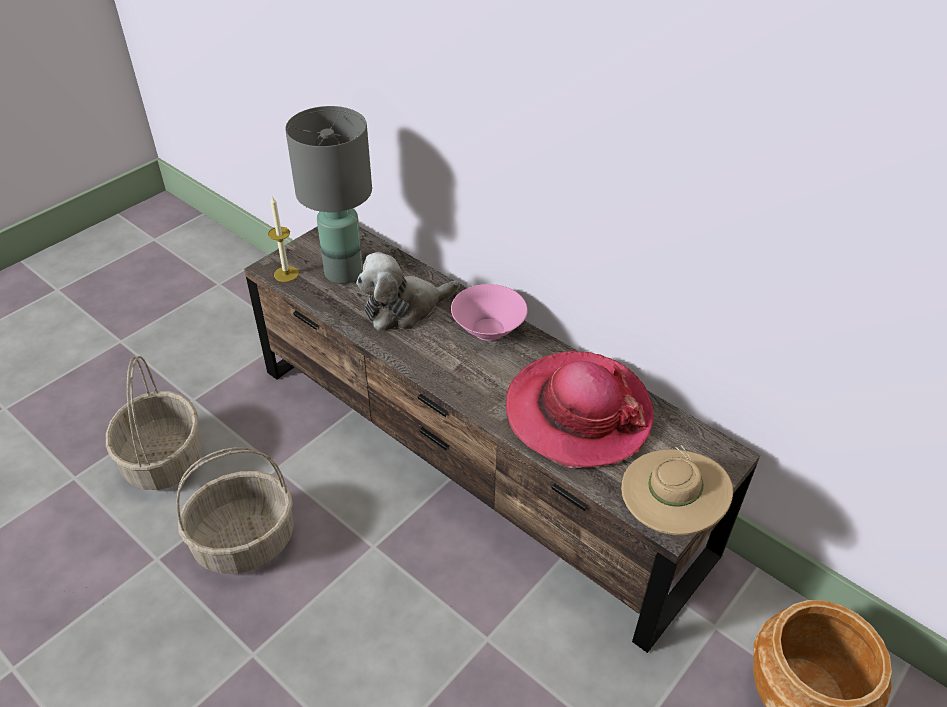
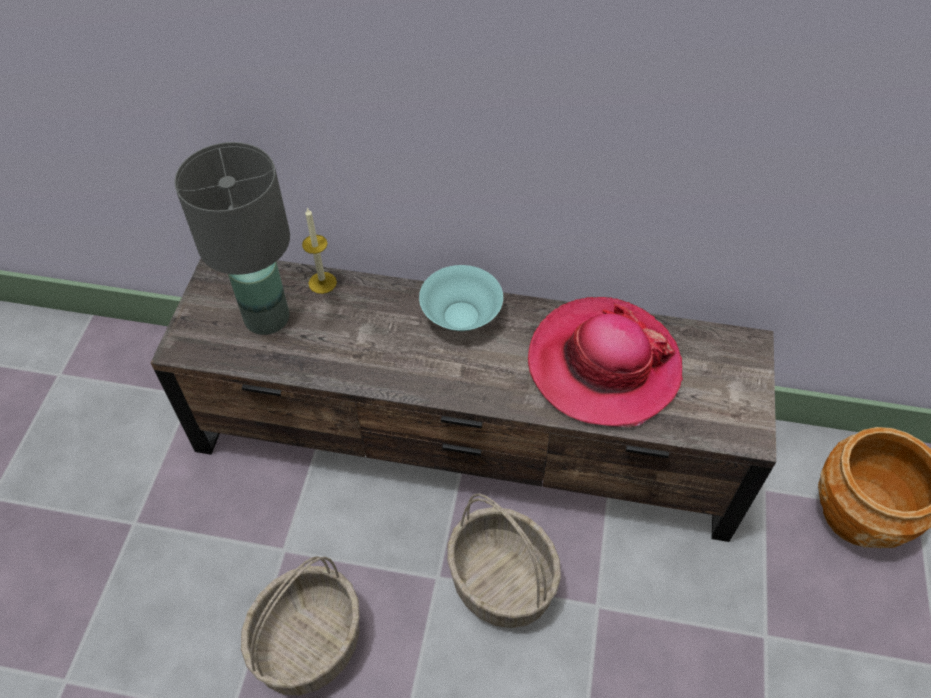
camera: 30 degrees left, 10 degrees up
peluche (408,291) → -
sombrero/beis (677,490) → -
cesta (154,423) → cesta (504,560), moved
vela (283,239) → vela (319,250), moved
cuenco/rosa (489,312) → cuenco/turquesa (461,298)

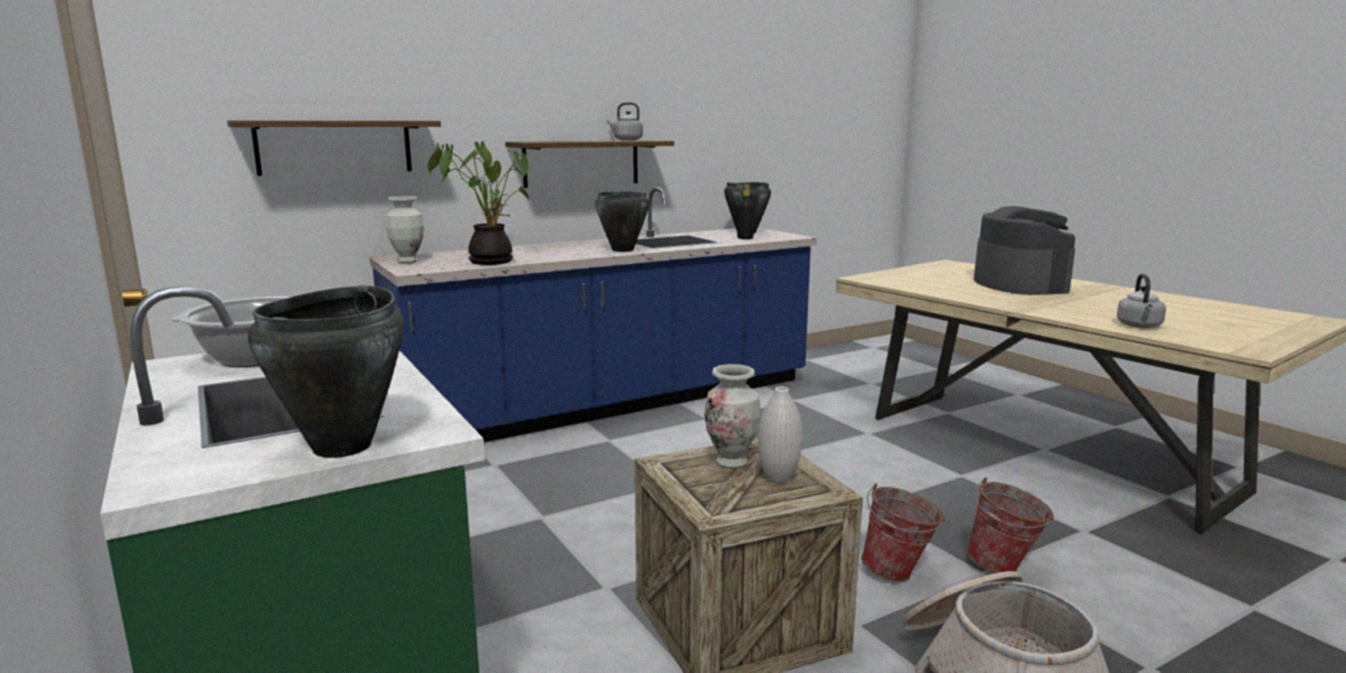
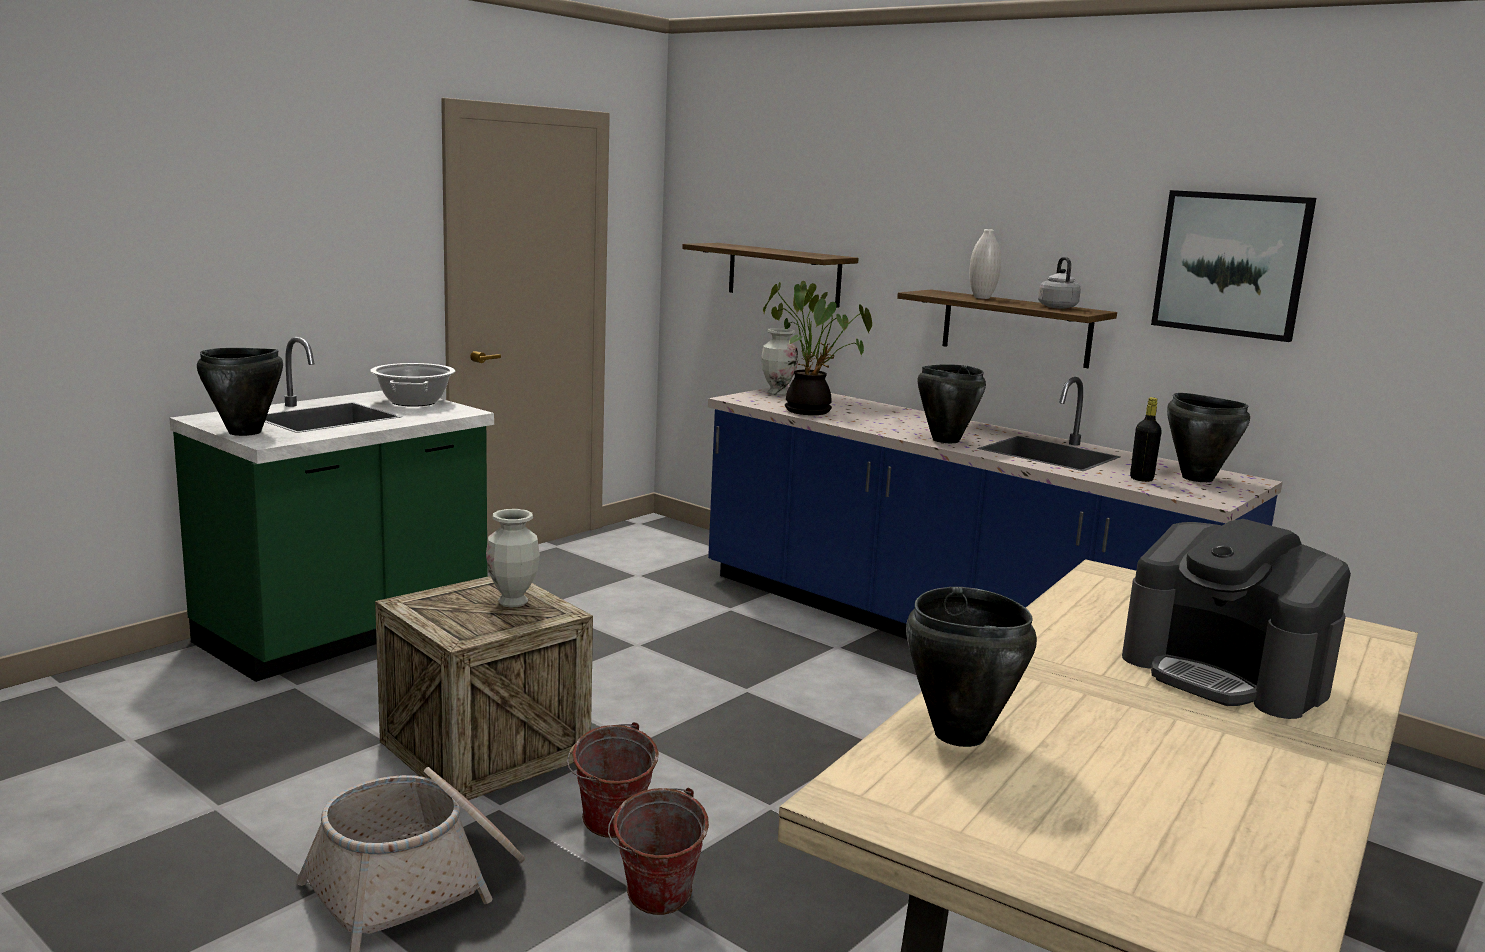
camera: 70 degrees right, 0 degrees up
- → cuadro (1233,266)
florero/blanco (780,435) → florero/blanco (985,264), moved
hervidor/gris (1141,301) → olla/negro (971,667)
cafetera (1024,250) → cafetera (1236,619), 75 degrees clockwise

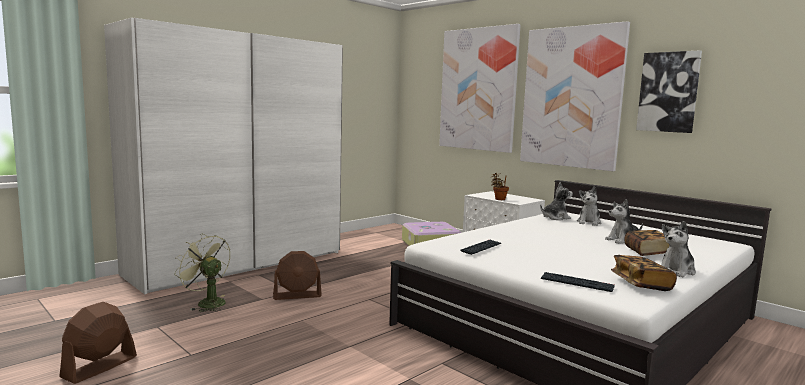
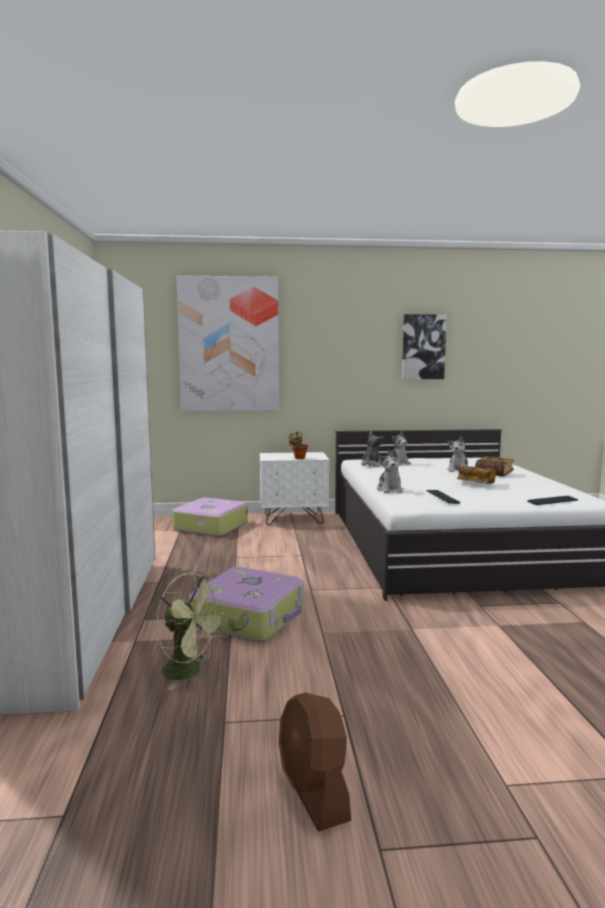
camera: 50 degrees left, 0 degrees up
cuadro (575,96) → -
libro (644,273) → libro (476,475), moved
peluche (678,249) → peluche (390,471), moved
ventilador/marrón (297,275) → maleta (246,604)
ventilador/verde (202,273) → ventilador/verde (191,631), 135 degrees counterclockwise

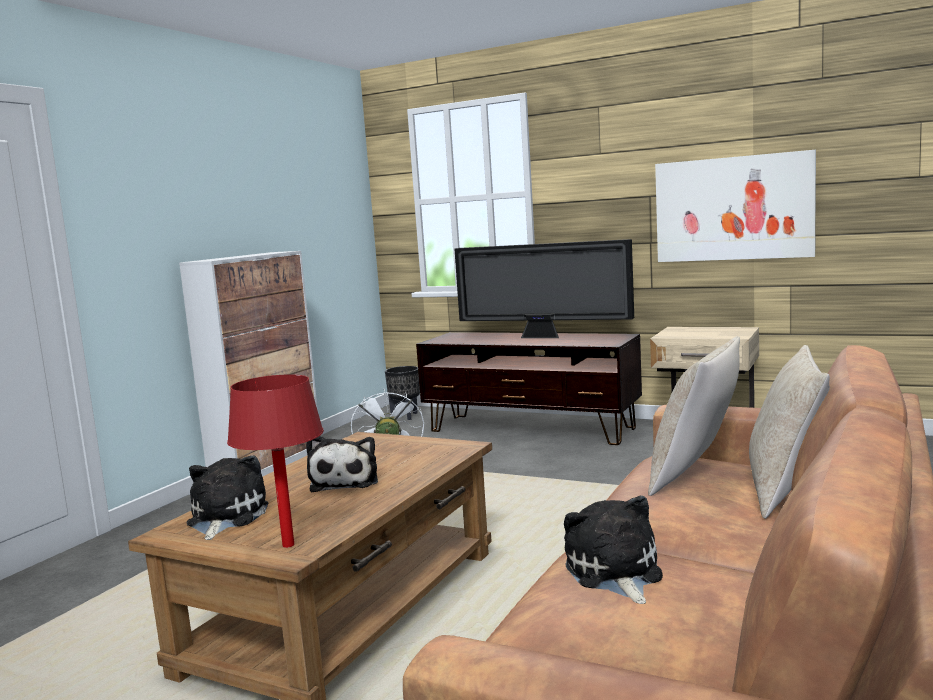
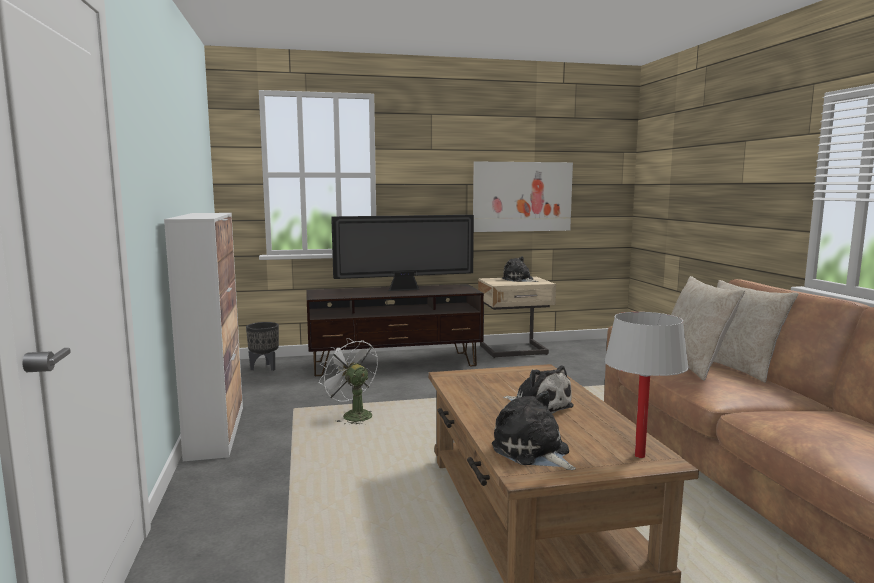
camera: 40 degrees left, 0 degrees up
peluche (613,550) → peluche (520,269), moved
lámpara de mesa/rojo (275,461) → lámpara de mesa/blanco (646,385)

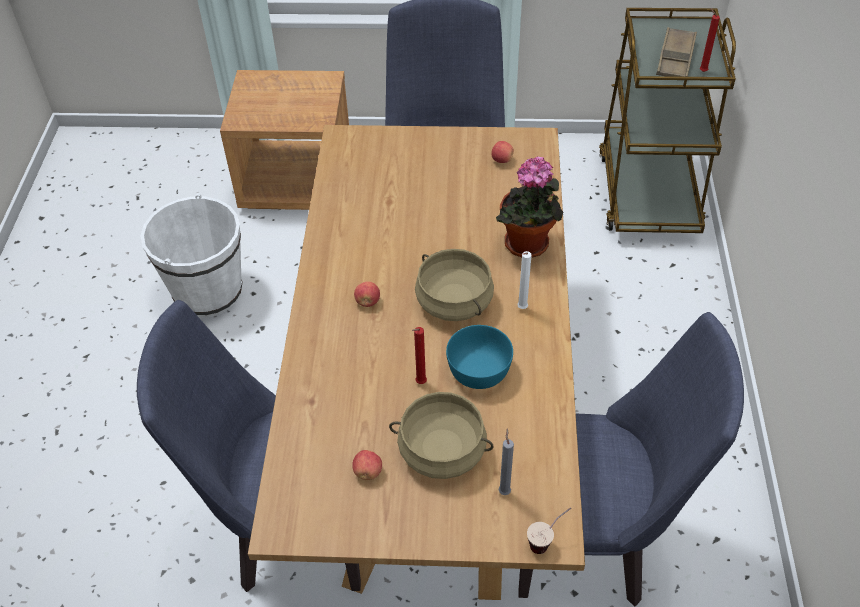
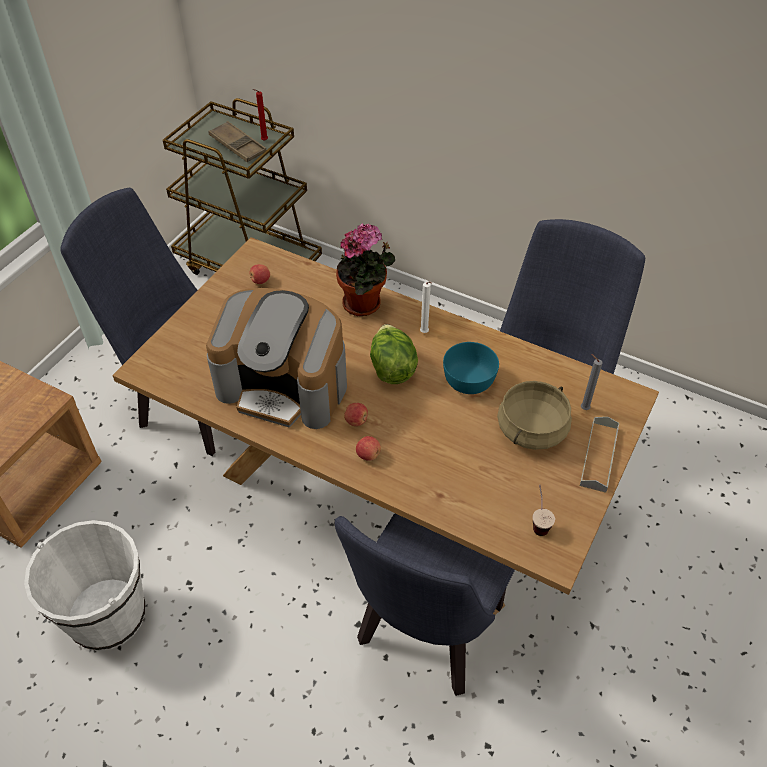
camera: 65 degrees left, 0 degrees up
vela/rojo (419,355) → -
- → cafetera (276,358)
- → bandeja/gris (599,455)
manzana (367,465) → manzana (368,448), moved
taza (549,530) → taza (543,510), moved
olla/beis (454,285) → lechuga (394,354)

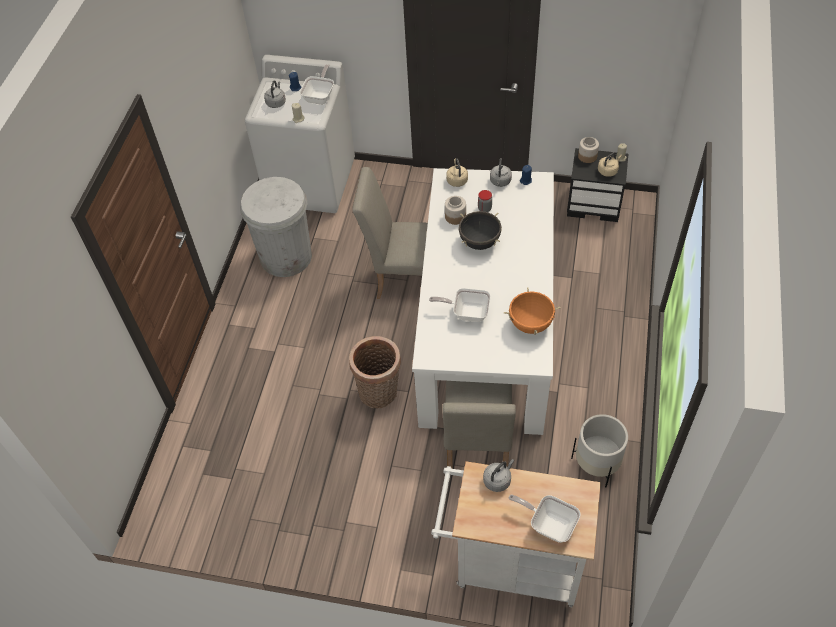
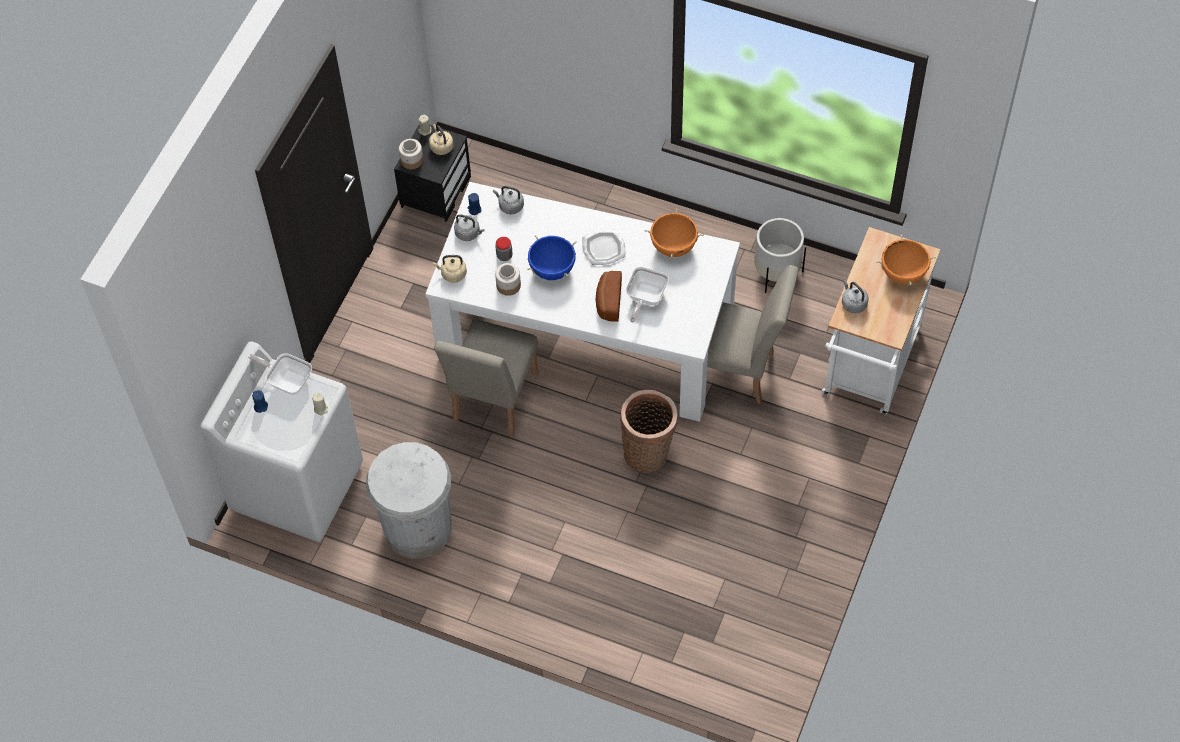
camera: 80 degrees left, 5 degrees up
- → plato (603,247)
- → pan (609,296)
hervidor/gris (275,94) → hervidor/gris (508,200), moved
sartén (545,518) → olla/naranja (906,260)
olla/negro (480,230) → olla/azul (551,257)

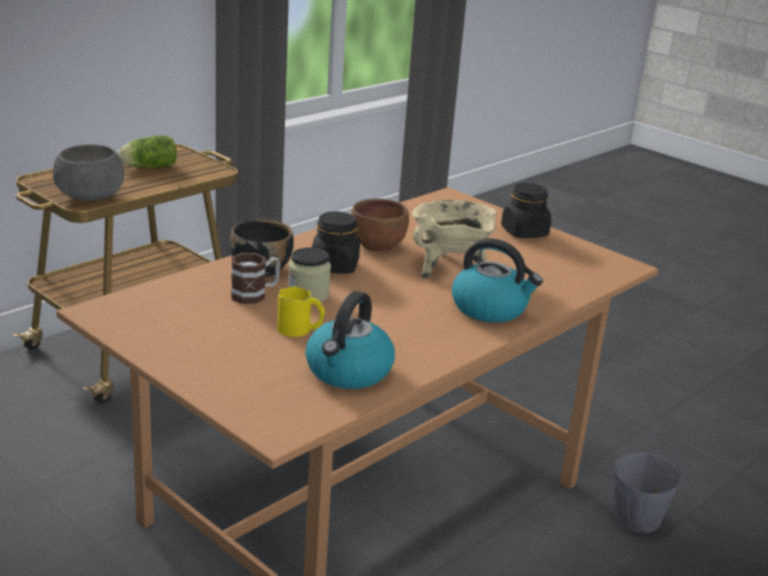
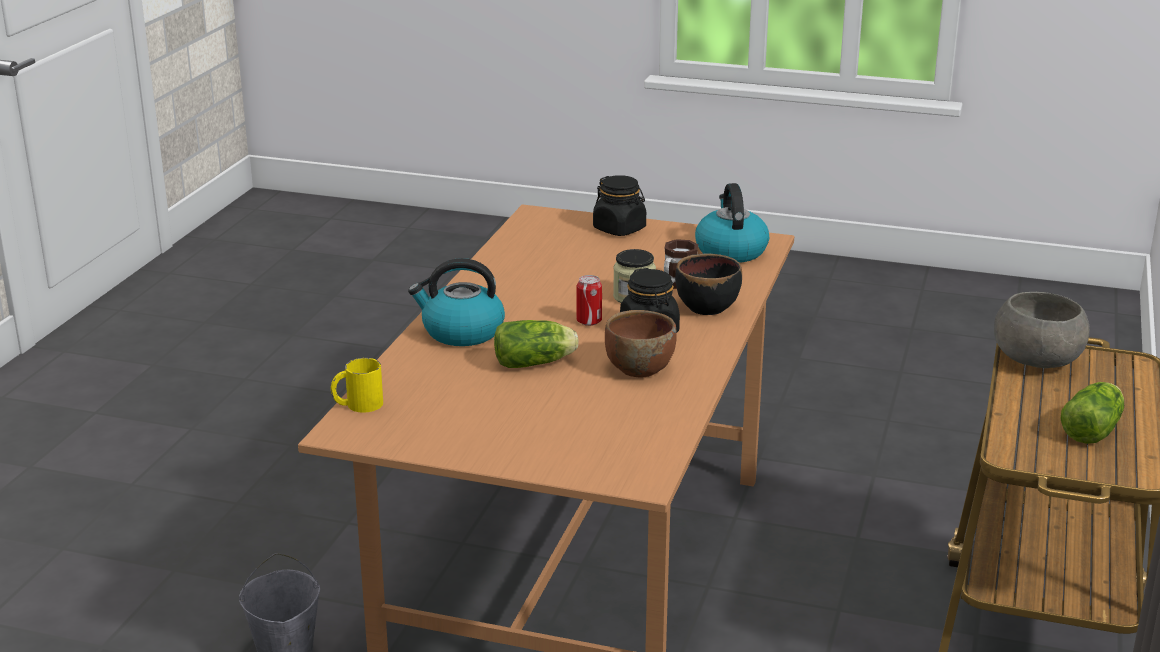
camera: 155 degrees right, 0 degrees up
- → lata (589,300)
taza grande/amarillo (301,311) → taza grande/amarillo (357,385), moved
hervidor (350,340) → hervidor (732,223), moved
tarro/negro (526,210) → tarro/negro (619,205), moved
olla/beis (454,239) → lechuga (536,344)

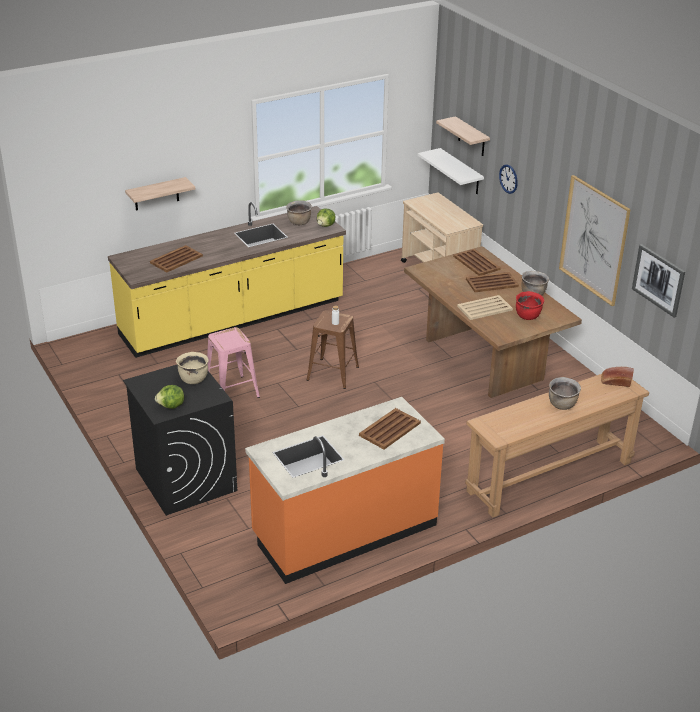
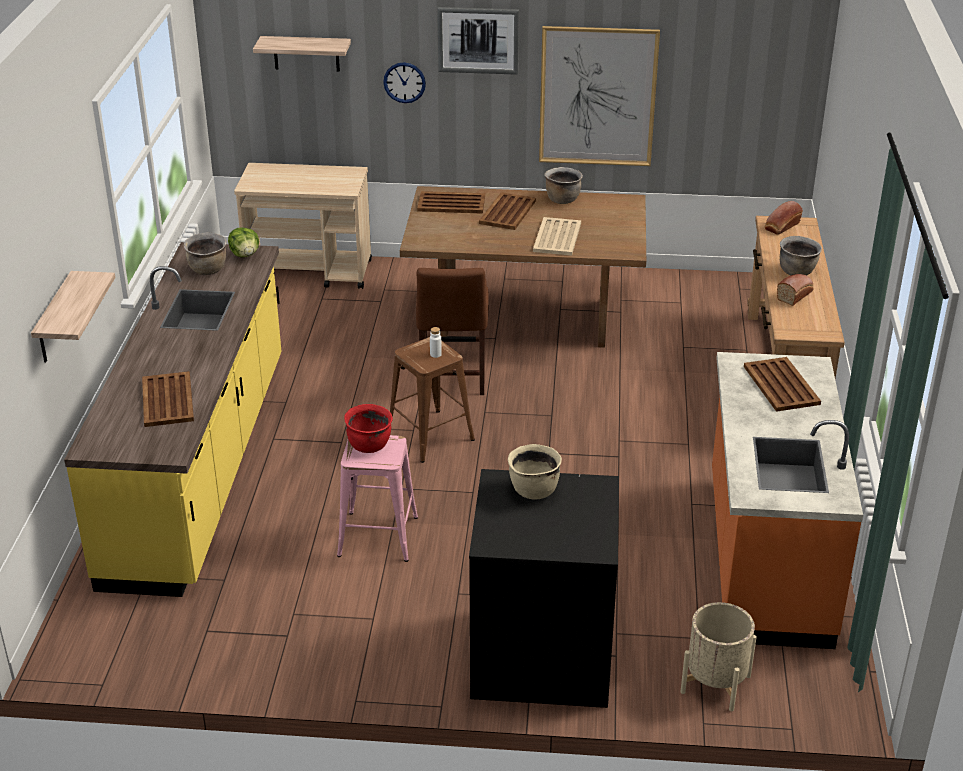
camera: 55 degrees left, 0 degrees up
lechuga (169,397) → -
estante/blanco (451,171) → -
- → silla/marrón (452,331)
- → maceta/beis (719,656)
- → pan (795,290)
olla/rojo (530,305) → olla/rojo (368,428), moved
cuadro (658,281) → cuadro (478,41), moved

